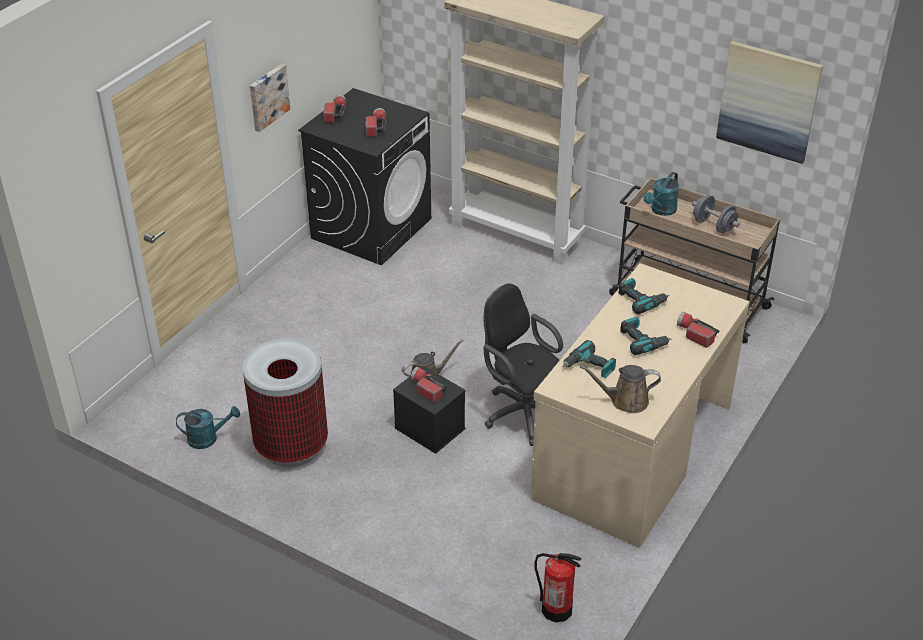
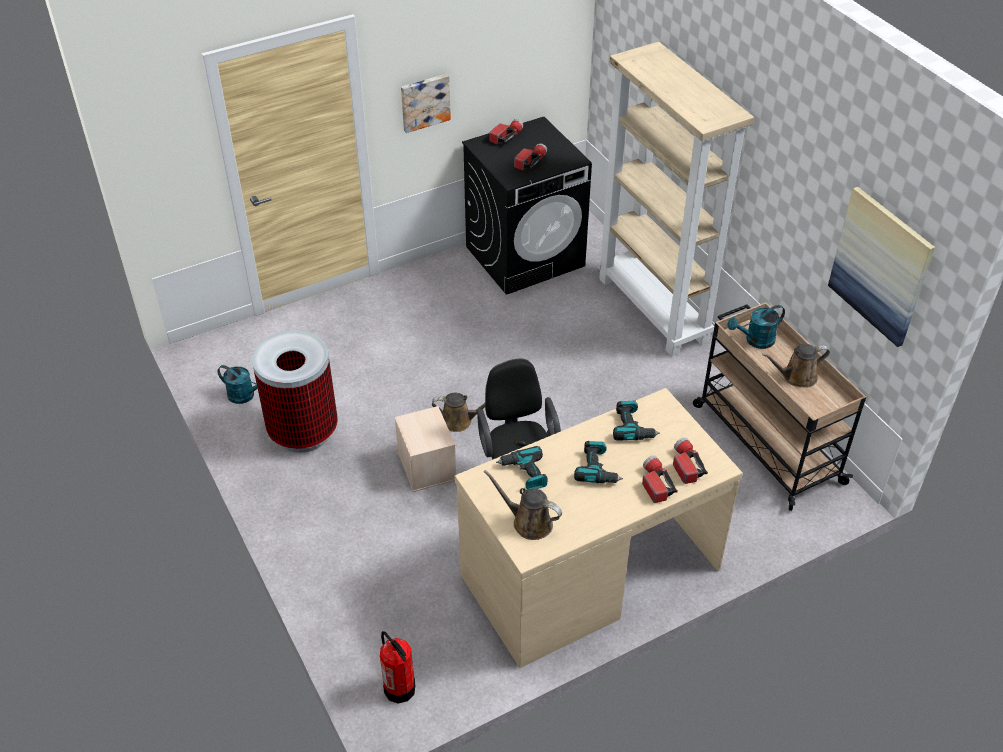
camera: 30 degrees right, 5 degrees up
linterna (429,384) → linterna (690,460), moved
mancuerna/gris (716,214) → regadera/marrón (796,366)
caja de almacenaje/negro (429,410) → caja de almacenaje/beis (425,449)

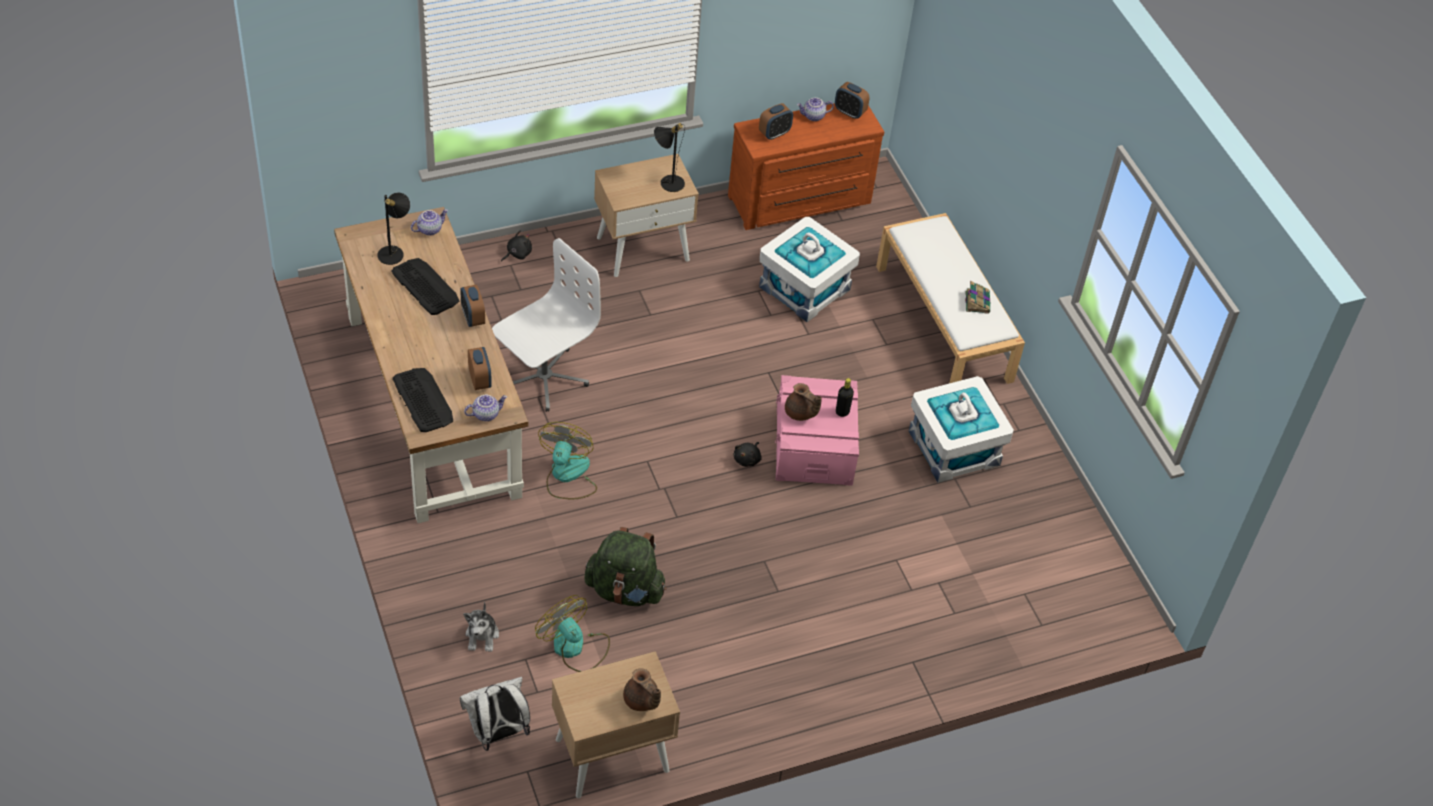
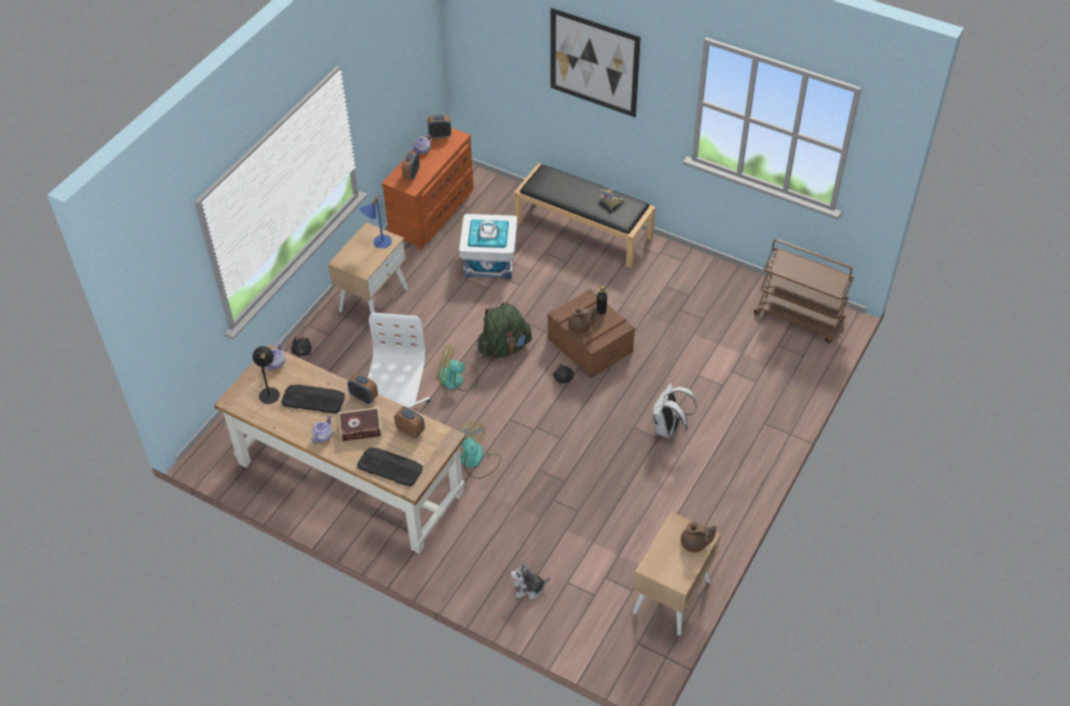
camera: 35 degrees left, 0 degrees up
caja de almacenaje/blanco (961,429) → -
- → libro (360,424)
- → cuadro (596,62)
- → carrito/marrón (804,291)
mochila/blanco (495,714) → mochila/blanco (674,410), moved
tetera (485,408) → tetera (322,429), moved
ventilador (572,633) → ventilador (457,367), moved
mochila/verde (625,566) → mochila/verde (504,330), moved
lámpara de mesa/negro (669,157) → lámpara de mesa/azul (376,222)
caja de almacenaje/rosa (817,430) → caja de almacenaje/marrón (591,333)
banco/blanco (950,298) → banco/negro (584,215)
peluche (481,627) → peluche (530,579), 120 degrees clockwise

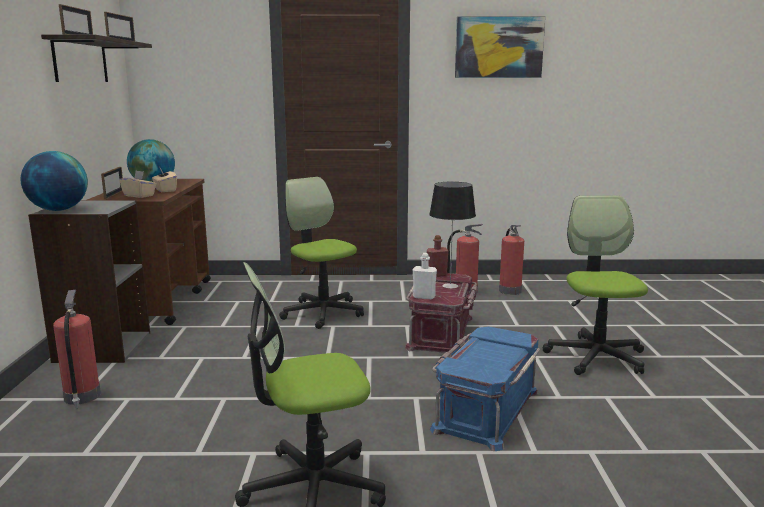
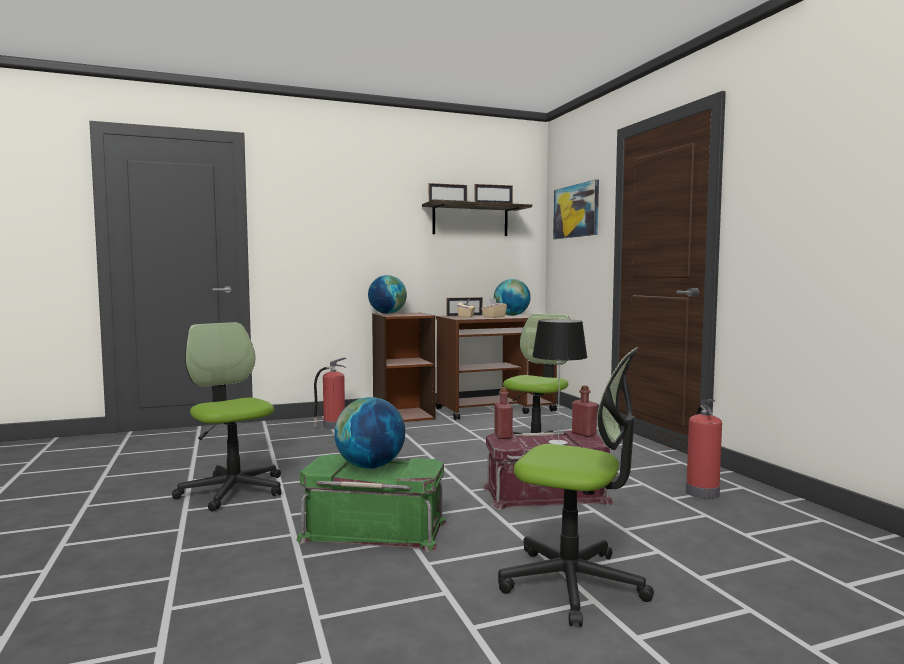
camera: 70 degrees right, 10 degrees down
extintor (511,260) → -
- → globo terráqueo (369,433)
cuadro (500,47) → cuadro (576,209), moved
estantería/gris (89,281) → estantería/marrón (404,367)
botella/blanco (424,276) → botella/rojo (503,413)
caja de almacenaje/azul (485,389) → caja de almacenaje/verde (372,503)
silla de oficina (595,285) → silla de oficina (576,487), 45 degrees clockwise

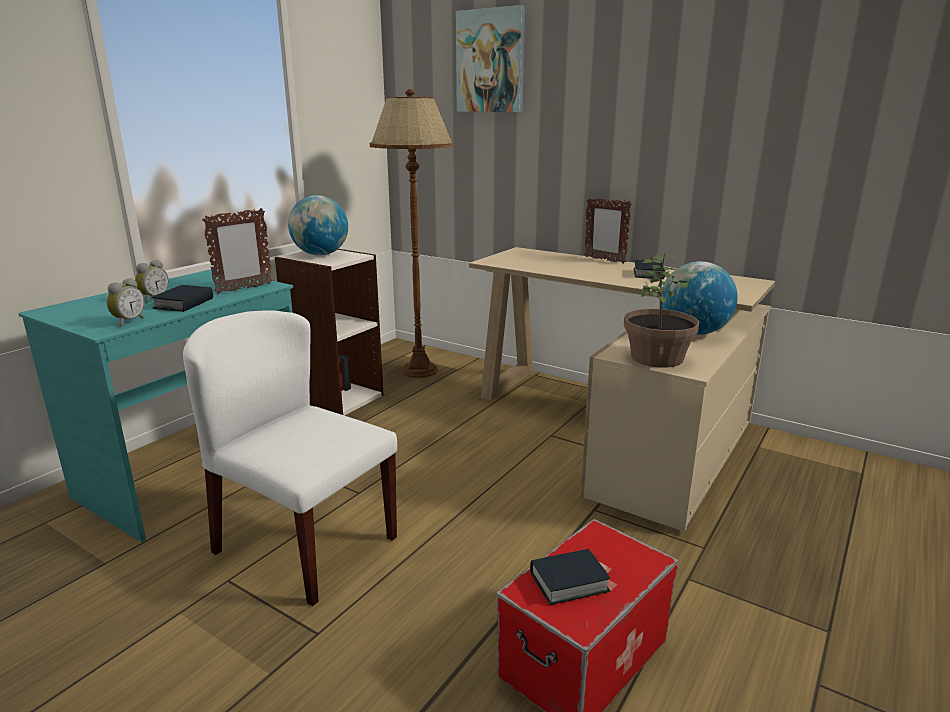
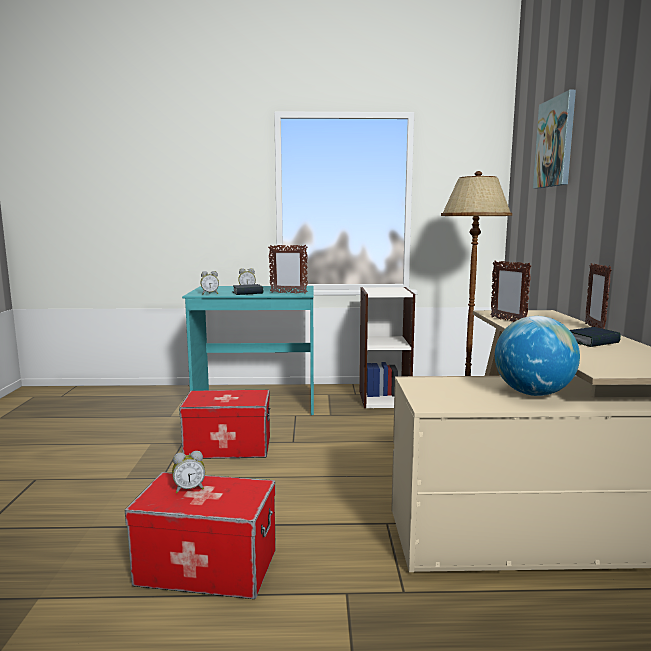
camera: 55 degrees right, 10 degrees down
globo terráqueo (318,225) → -
planta en maceta (661,311) → -
- → portarretratos (510,291)
silla/blanco (290,458) → caja de almacenaje (224,424)
libro (570,577) → despertador (188,472)

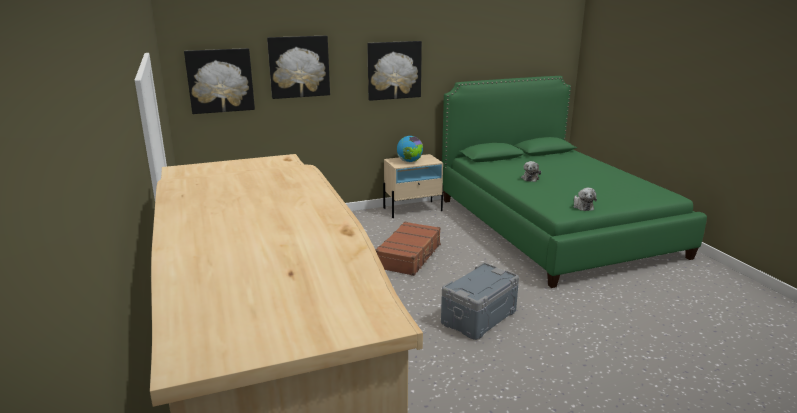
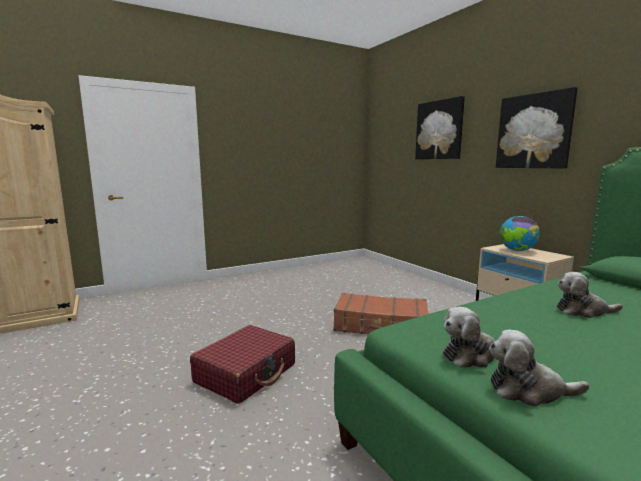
camera: 80 degrees right, 10 degrees down
cuadro (219,81) → -
- → peluche (539,368)
caja de almacenaje/gris (480,301) → maleta/rojo (242,364)

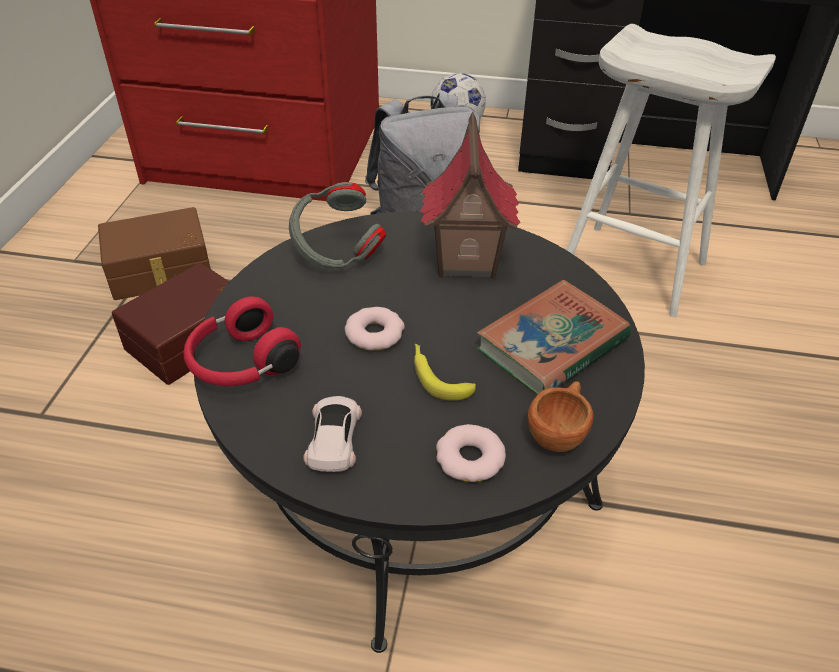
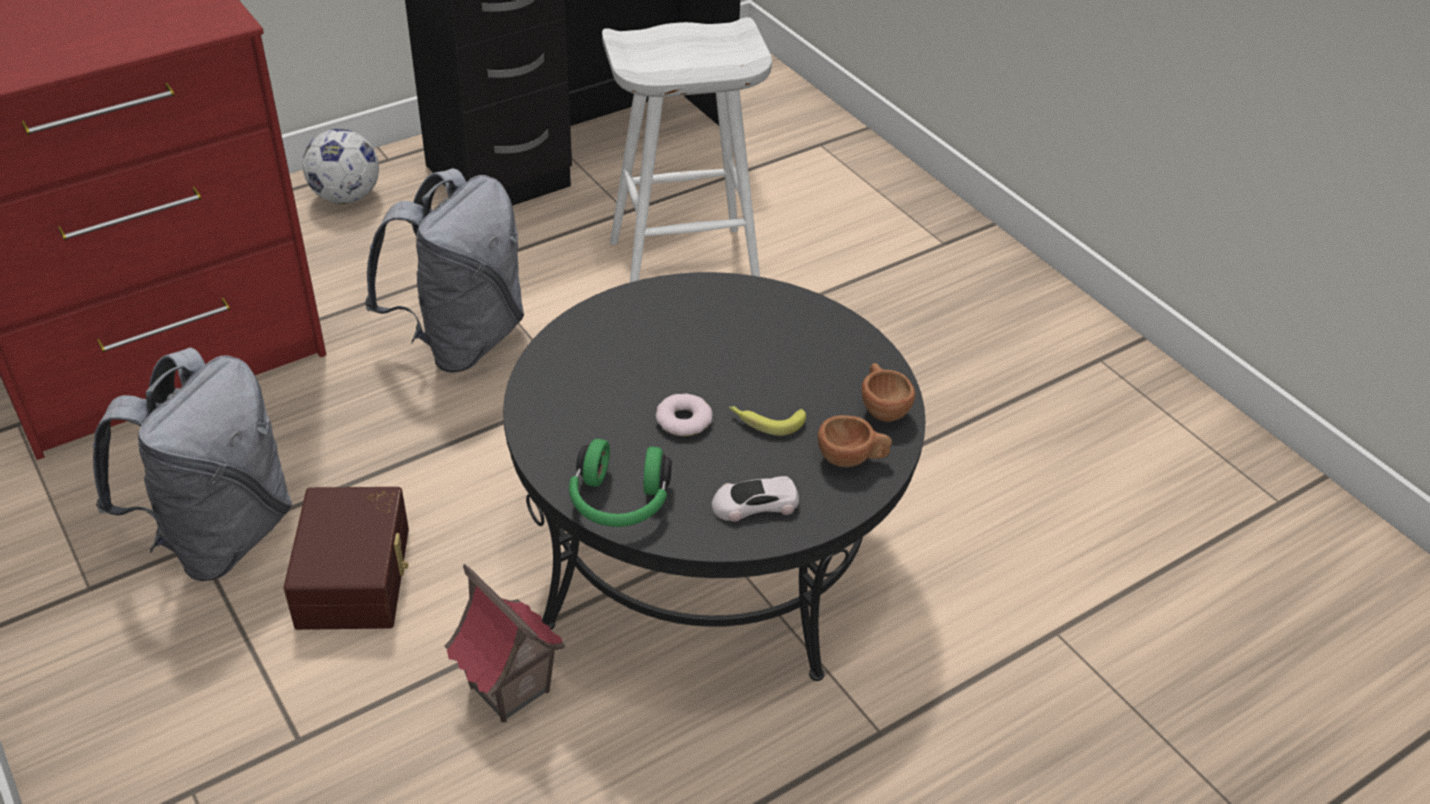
camera: 45 degrees left, 0 degrees up
auriculares/gris (337,225) → -
libro (554,337) → -
casita (470,195) → casita (504,643), moved
caja de almacenaje/marrón (154,253) → mochila/gris (192,464)
rosquilla (471,453) → taza/marrón (855,441)
auriculares/rojo (242,341) → auriculares/verde (620,483)
coche de juguete/blanco (332,434) → coche de juguete/blanco (755,499), 60 degrees counterclockwise

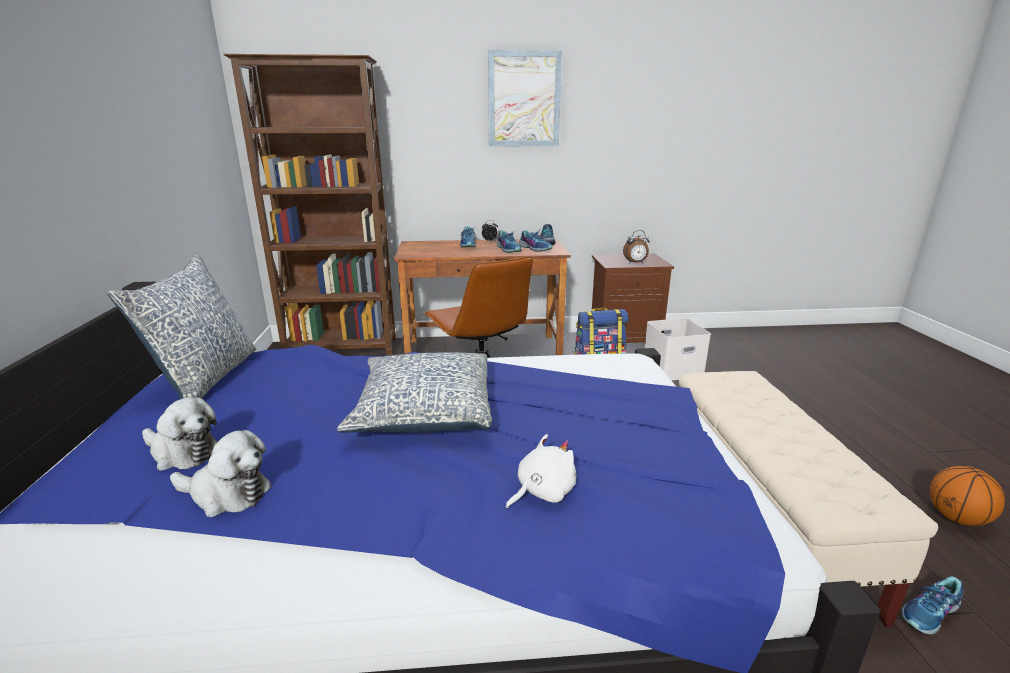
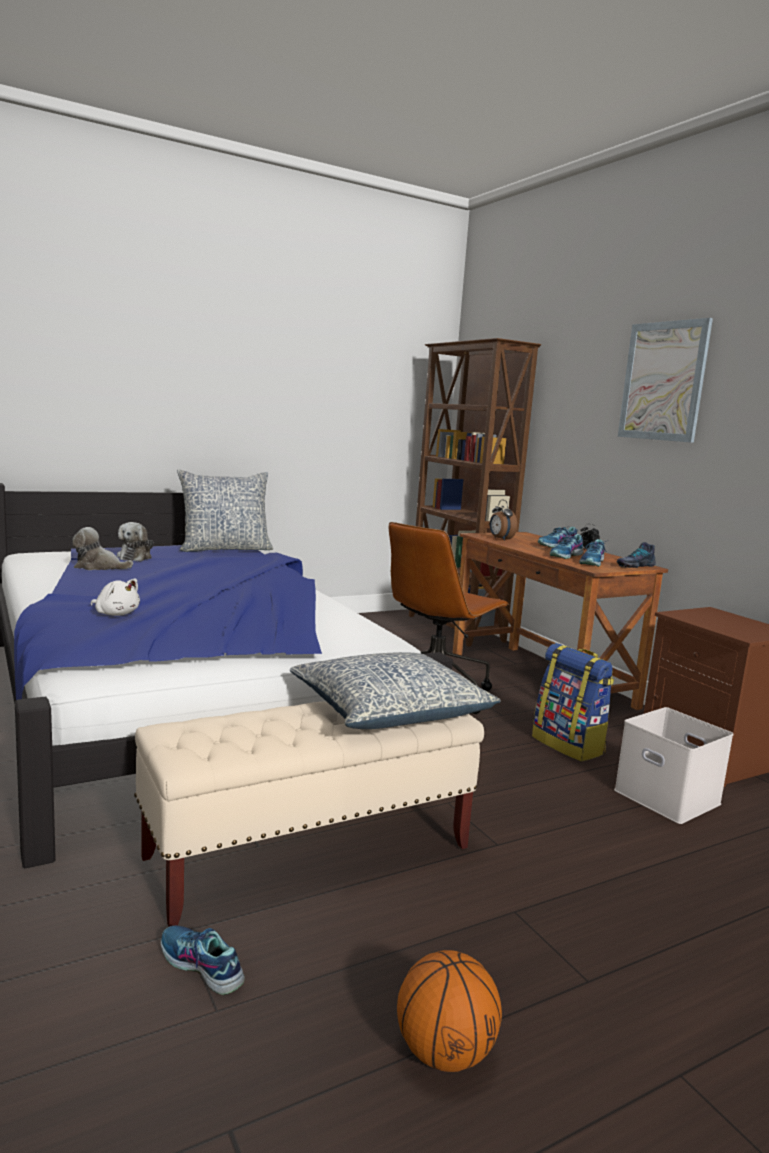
camera: 65 degrees right, 10 degrees down
cojín (414,392) → cojín (395,690), moved
despertador (636,247) → despertador (503,520), moved
peluche (221,473) → peluche (102,548), 105 degrees clockwise

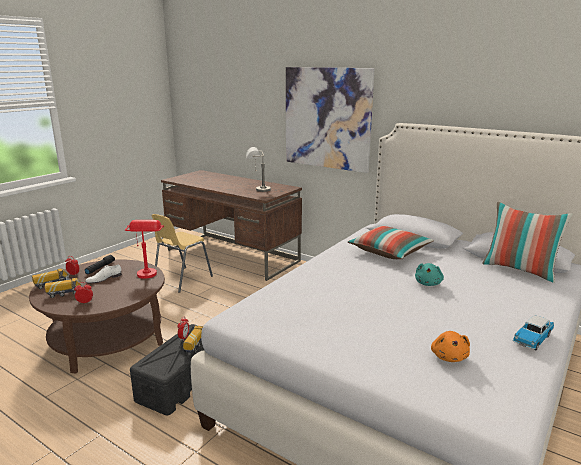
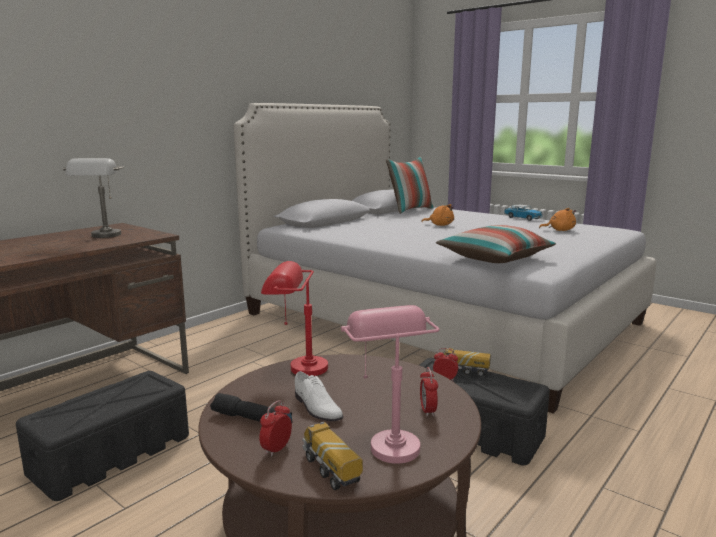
camera: 85 degrees left, 5 degrees down
cuadro (330,120) → -
cojín (391,242) → cojín (496,244), moved
camión de juguete (63,288) → lámpara de mesa/rosa (390,384)
silla/amarillo (182,253) → caja de almacenaje/negro (102,436)
peluche/turquesa (429,274) → peluche/naranja (437,215)

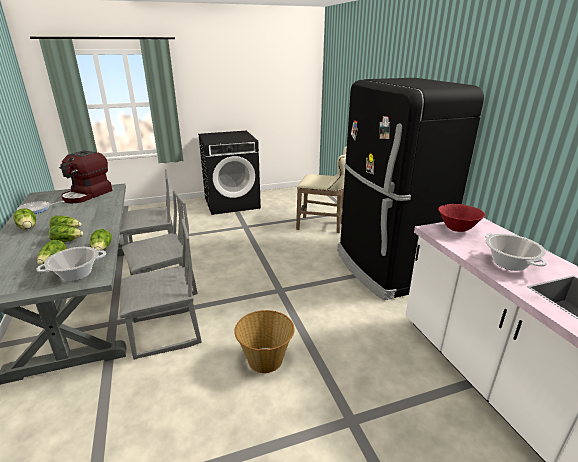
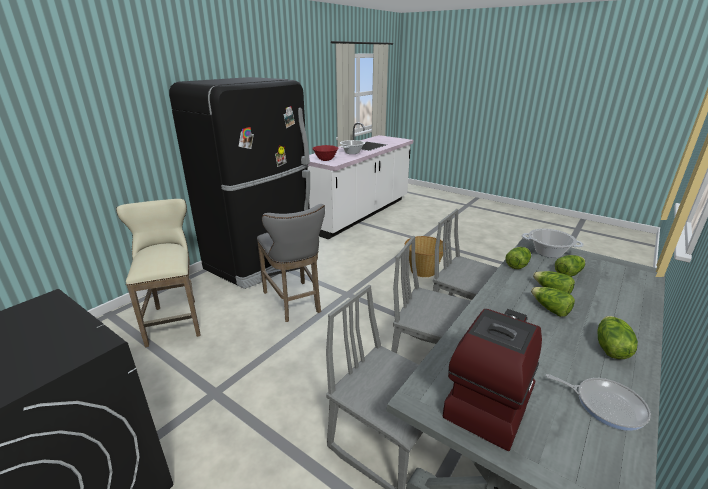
camera: 125 degrees left, 0 degrees up
- → taburete/gris (291,263)
cafetera (85,176) → cafetera (492,380), 45 degrees counterclockwise

